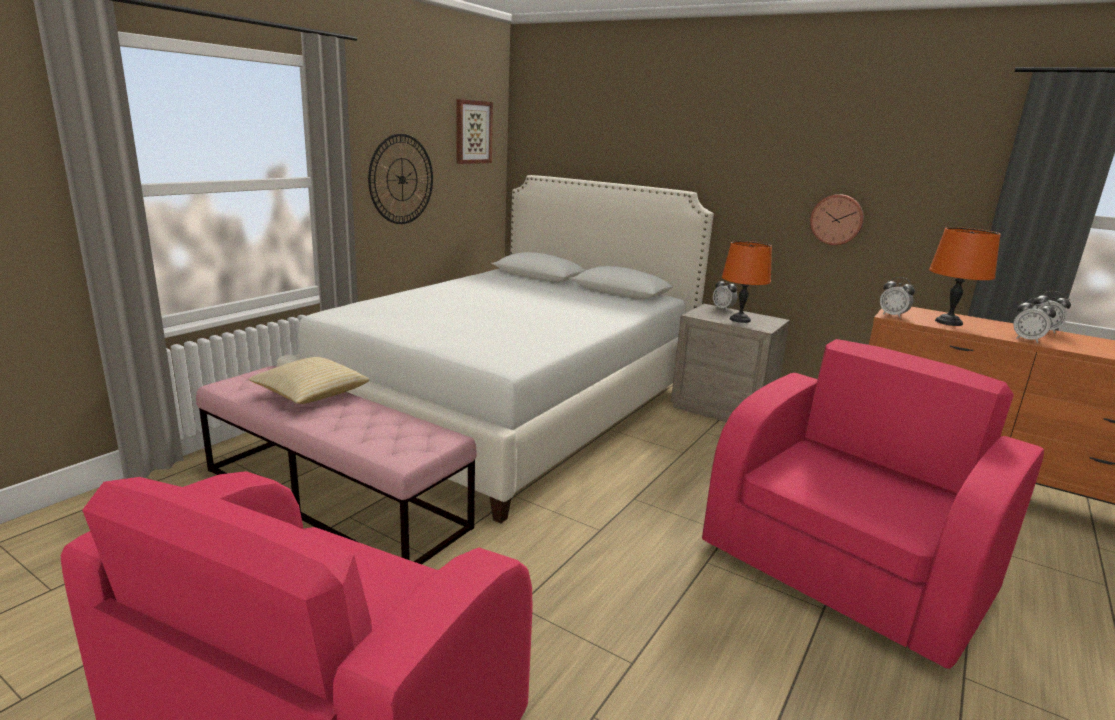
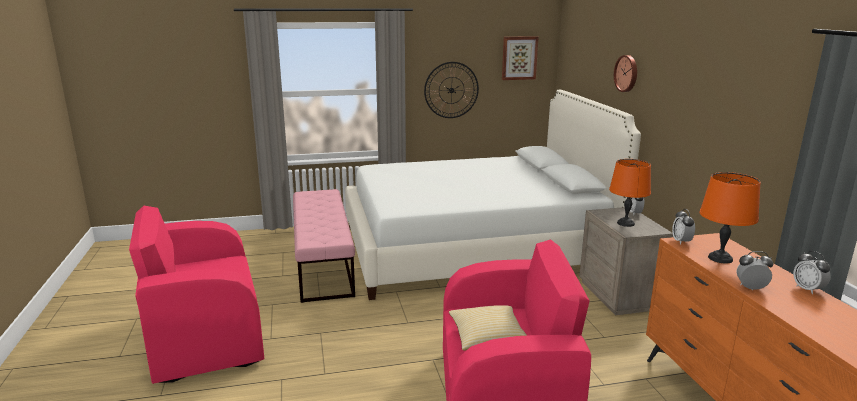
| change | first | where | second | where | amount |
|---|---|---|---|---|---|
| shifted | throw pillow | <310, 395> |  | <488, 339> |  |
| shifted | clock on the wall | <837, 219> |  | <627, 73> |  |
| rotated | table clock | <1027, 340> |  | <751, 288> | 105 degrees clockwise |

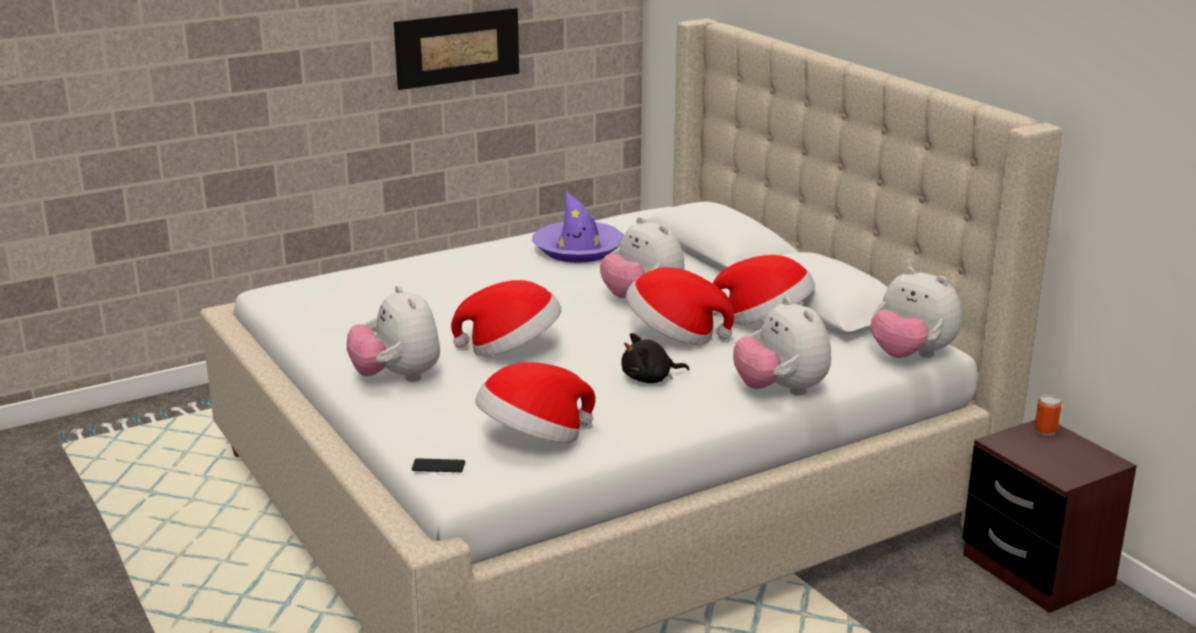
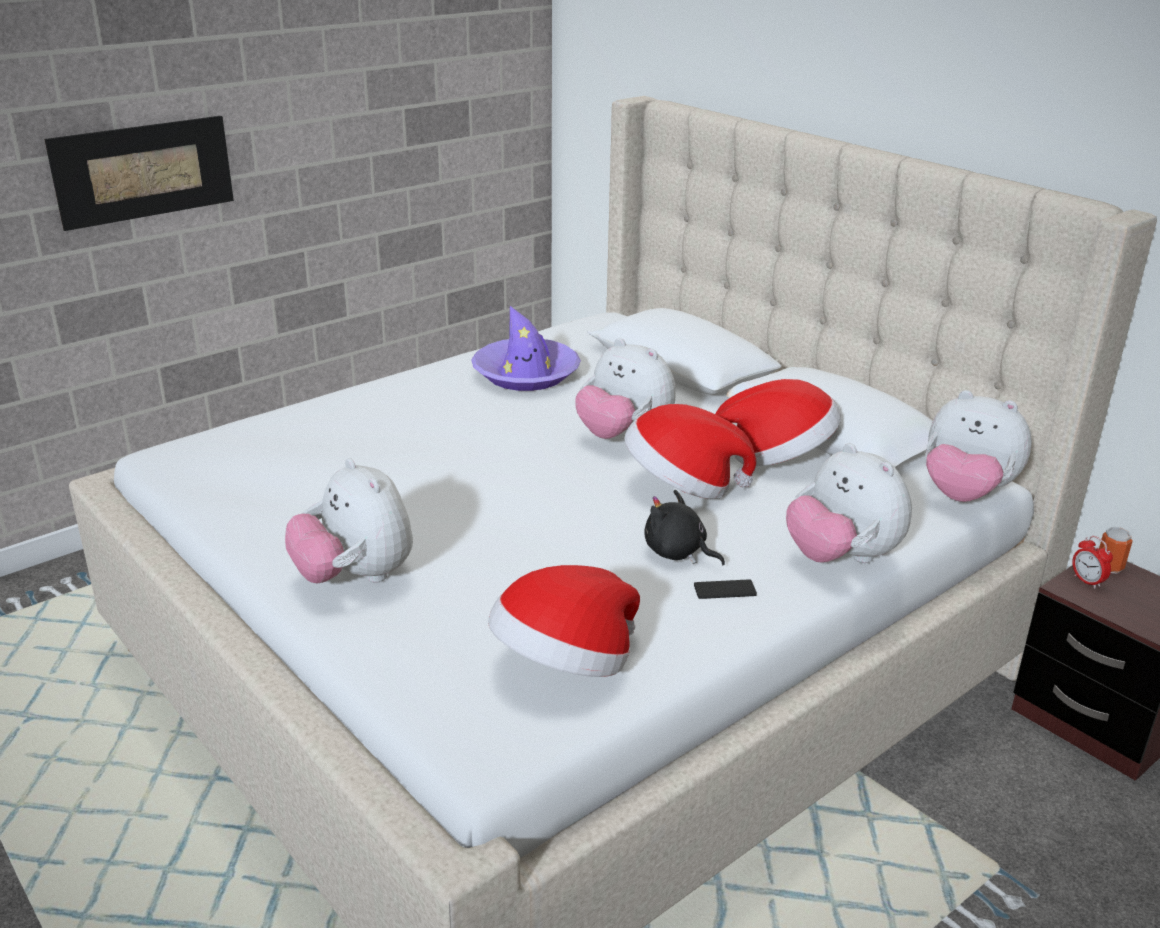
| change | first | where | second | where | amount |
|---|---|---|---|---|---|
| shifted | picture | <457, 48> |  | <143, 171> |  |
| rotated | soft toy (black) | <650, 379> |  | <678, 553> | 60 degrees clockwise |
| shifted | telephone | <438, 466> |  | <725, 590> |  |
| new |  |  | table clock | <1087, 581> |  |
| gone | clothing hat | <511, 349> |  |  |  |

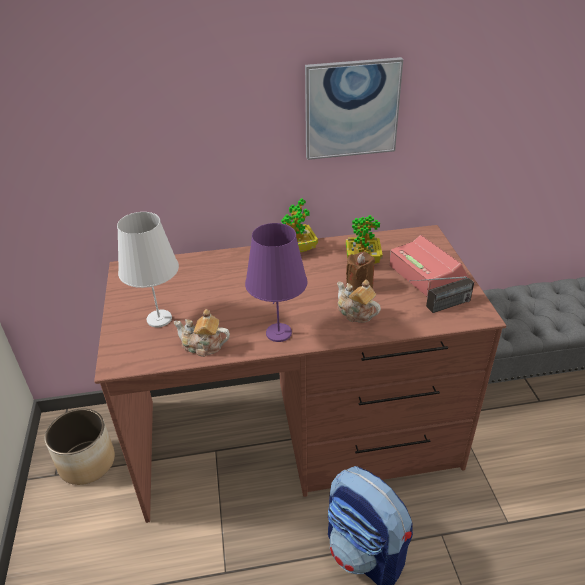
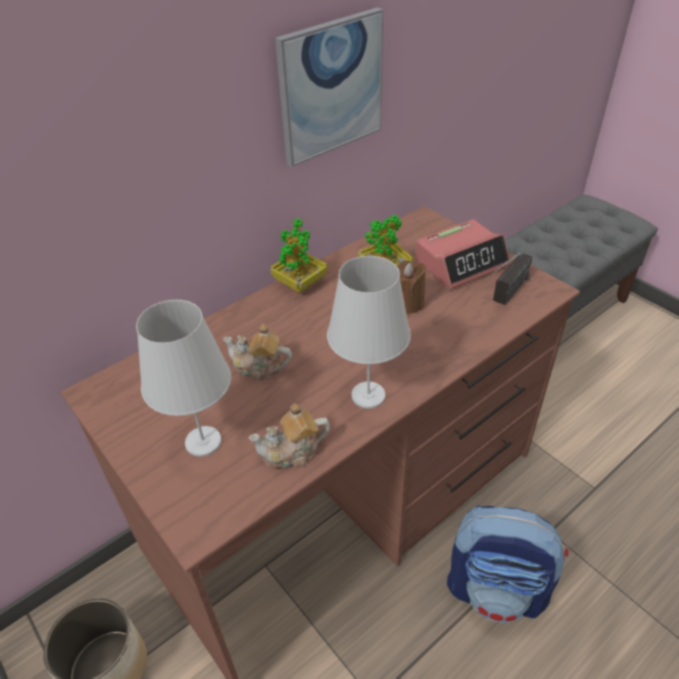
| change | first | where | second | where | amount |
|---|---|---|---|---|---|
| shifted | tea pot | <355, 313> |  | <259, 368> |  |
| repainted | tabletop lamp (purplish) | <279, 333> | tabletop lamp (whitish) | <369, 395> |  |
| rotated | table clock | <426, 273> |  | <461, 263> | 120 degrees clockwise |

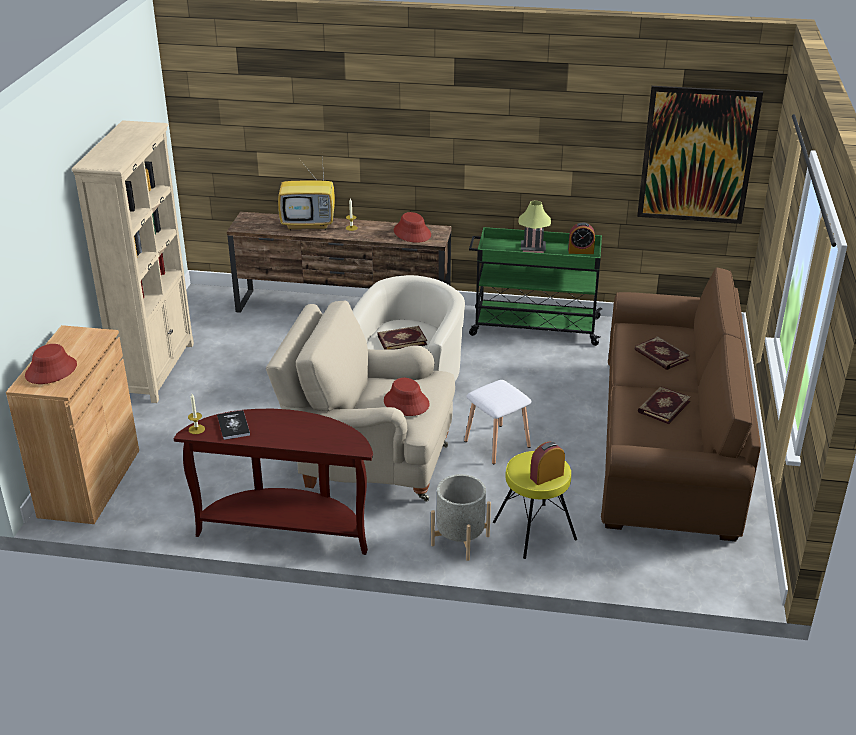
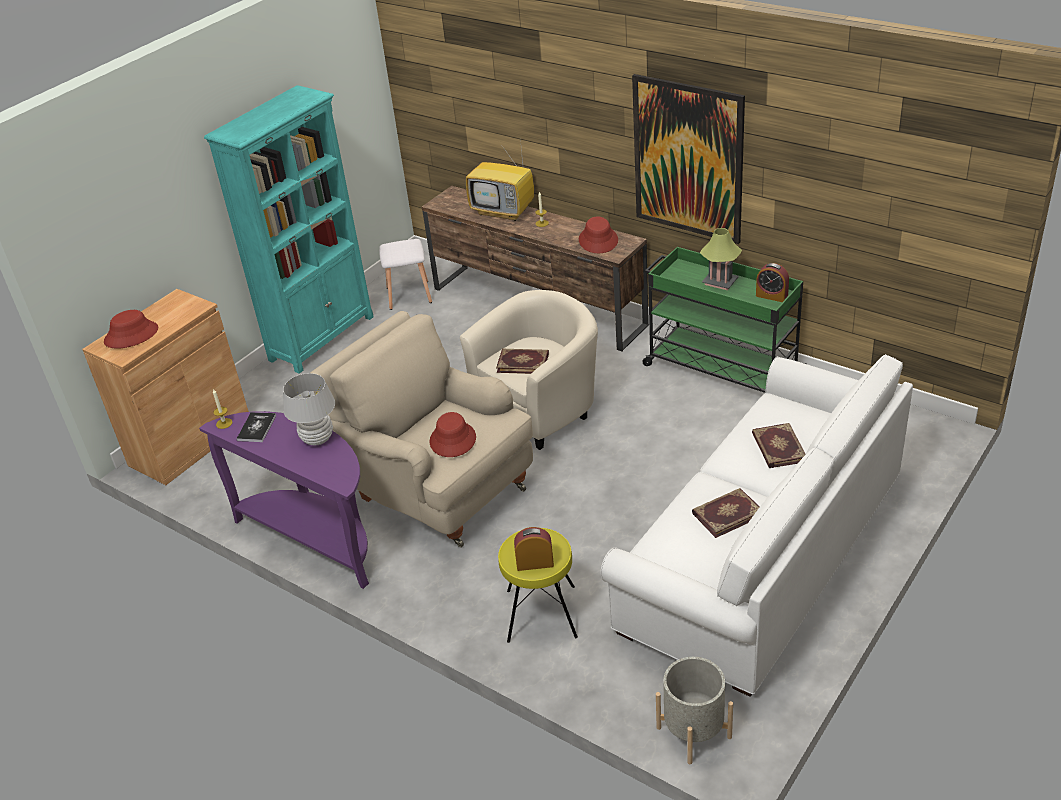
| change | first | where | second | where | amount |
|---|---|---|---|---|---|
| repainted | hall table (brown-coloured) | <287, 528> | hall table (purplish) | <315, 538> |  |
| repainted | bookcase (beige-coloured) | <156, 370> | bookcase (blue-green) | <322, 338> |  |
| new |  |  | tabletop lamp (whitish) | <317, 439> |  |
| shifted | stool seat (whitish) | <496, 444> |  | <408, 295> |  |
| repainted | settee (brown-coloured) | <668, 445> | settee (whitish) | <763, 554> |  |
| shifted | picture | <697, 155> |  | <688, 159> |  |
| shifted | plant pot (gray) | <460, 540> |  | <694, 732> |  |

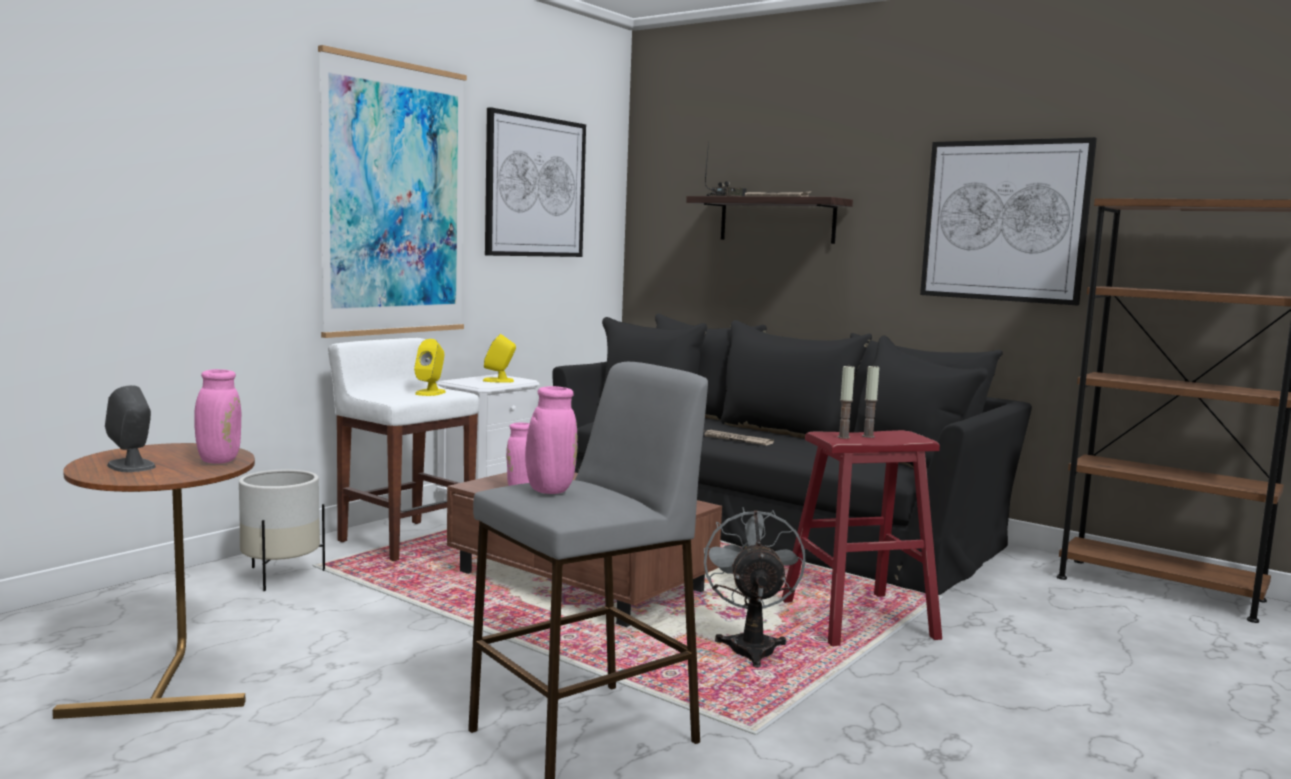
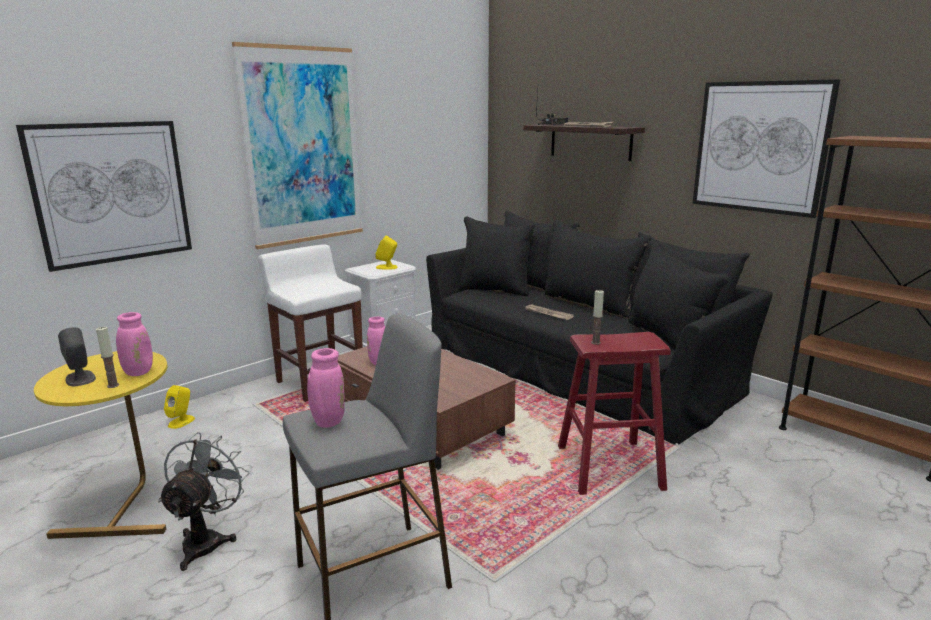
| change | first | where | second | where | amount |
|---|---|---|---|---|---|
| shifted | picture | <535, 187> |  | <112, 193> |  |
| repainted | accent table (brown-coloured) | <170, 677> | accent table (yellow-coloured) | <129, 504> |  |
| shifted | wax candle | <868, 436> |  | <113, 385> |  |
| shifted | electric fan (gray) | <751, 646> |  | <207, 540> |  |
| shifted | audio speaker (yellow-coloured) | <430, 393> |  | <181, 421> |  |
| gone | plant pot (whitish) | <281, 576> |  |  |  |

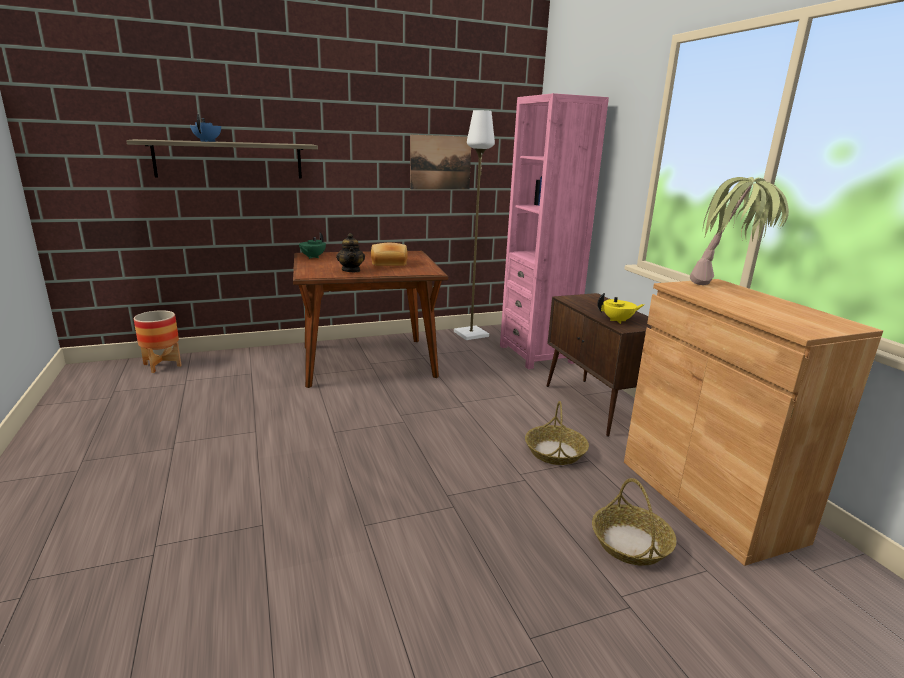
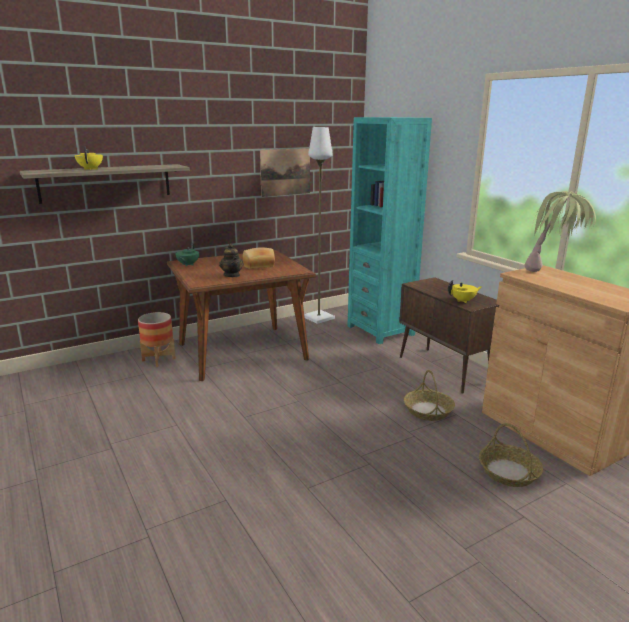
| change | first | where | second | where | amount |
|---|---|---|---|---|---|
| repainted | tea pot (blue) | <208, 141> | tea pot (yellow-coloured) | <91, 169> |  |
| shifted | plant pot | <162, 365> |  | <159, 360> |  |
| repainted | bookcase (pink) | <536, 354> | bookcase (blue-green) | <380, 330> |  |

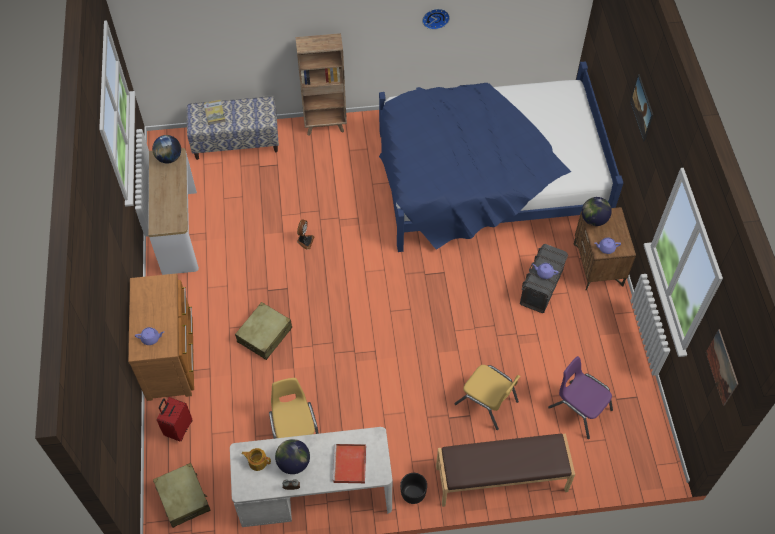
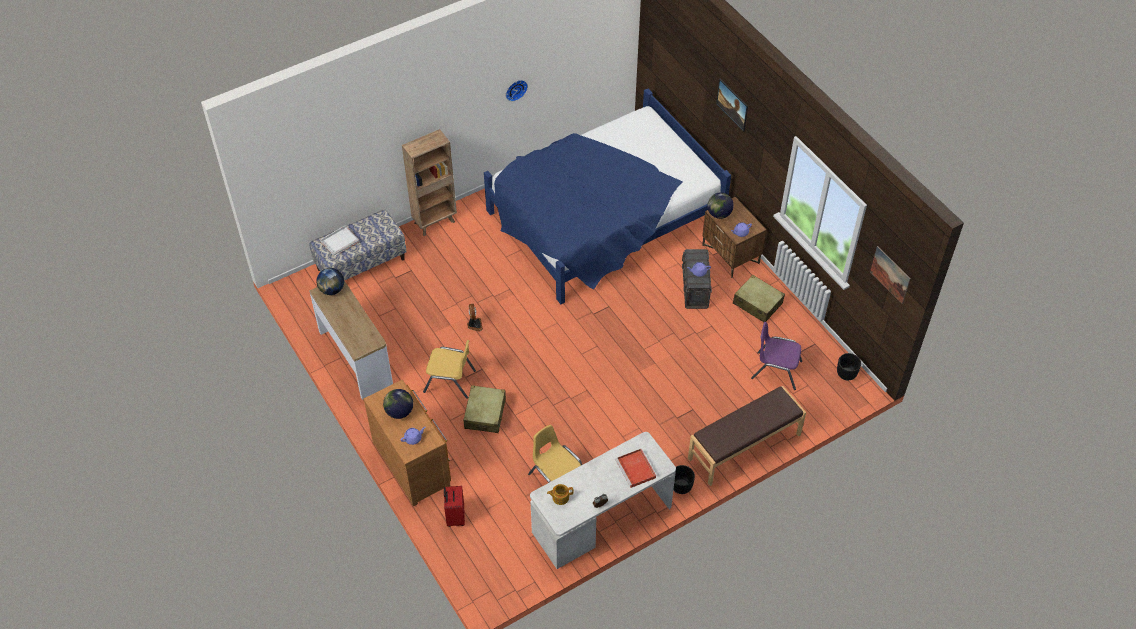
| change | first | where | second | where | amount |
|---|---|---|---|---|---|
| swapped | bound book | <214, 113> | carrying tray (whitish) | <340, 241> |  |
| shifted | desk globe | <293, 463> |  | <399, 412> |  |
| shifted | plain chair (yellow-coloured) | <487, 402> |  | <450, 381> |  |
| shifted | travel case (beige-coloured) | <183, 498> |  | <757, 303> |  |
| new |  |  | plant pot (black) | <846, 373> |  |

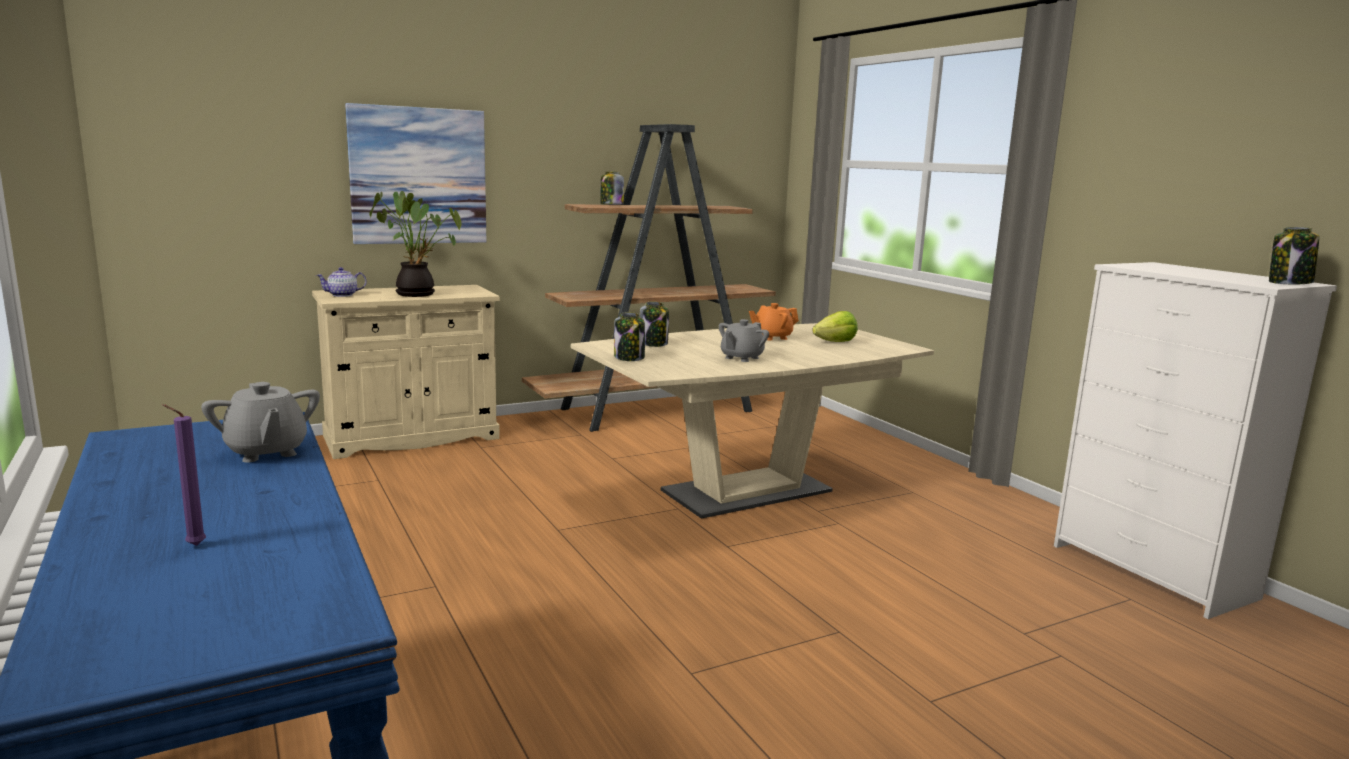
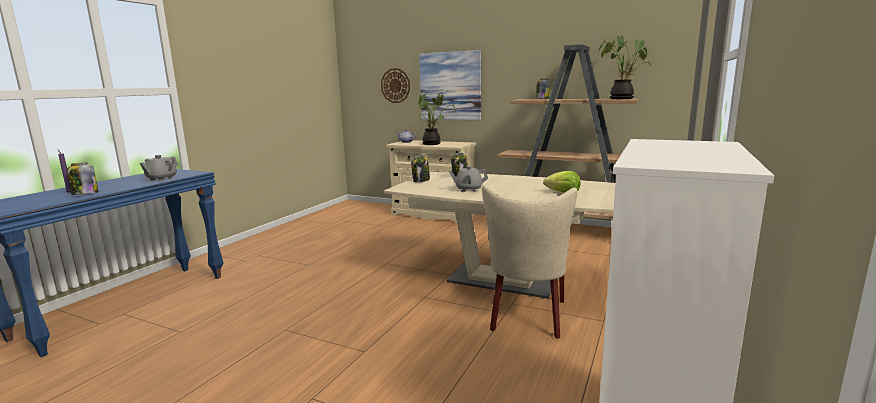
| change | first | where | second | where | amount |
|---|---|---|---|---|---|
| shifted | preserve jar | <1289, 283> |  | <85, 194> |  |
| new |  |  | clock on the wall | <395, 85> |  |
| new |  |  | plain chair (beige-coloured) | <527, 318> |  |
| new |  |  | potted plant | <622, 98> |  |
| gone | tea pot (orange) | <772, 337> |  |  |  |

